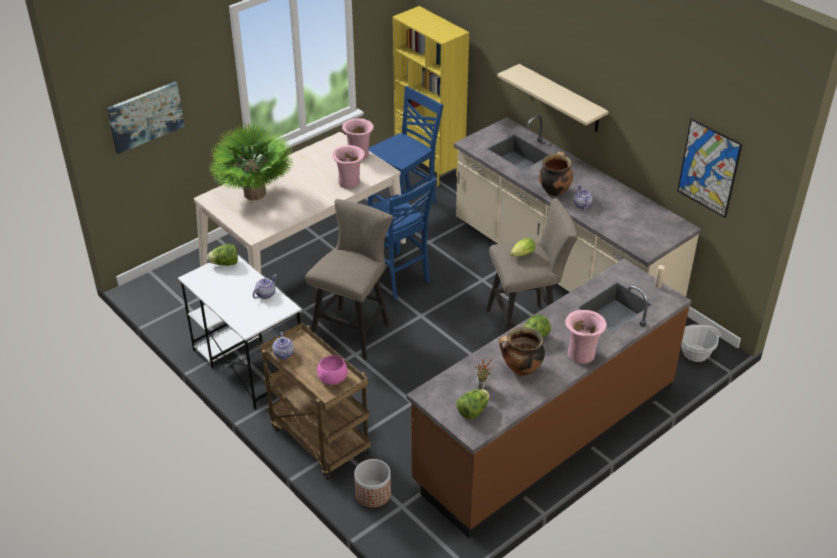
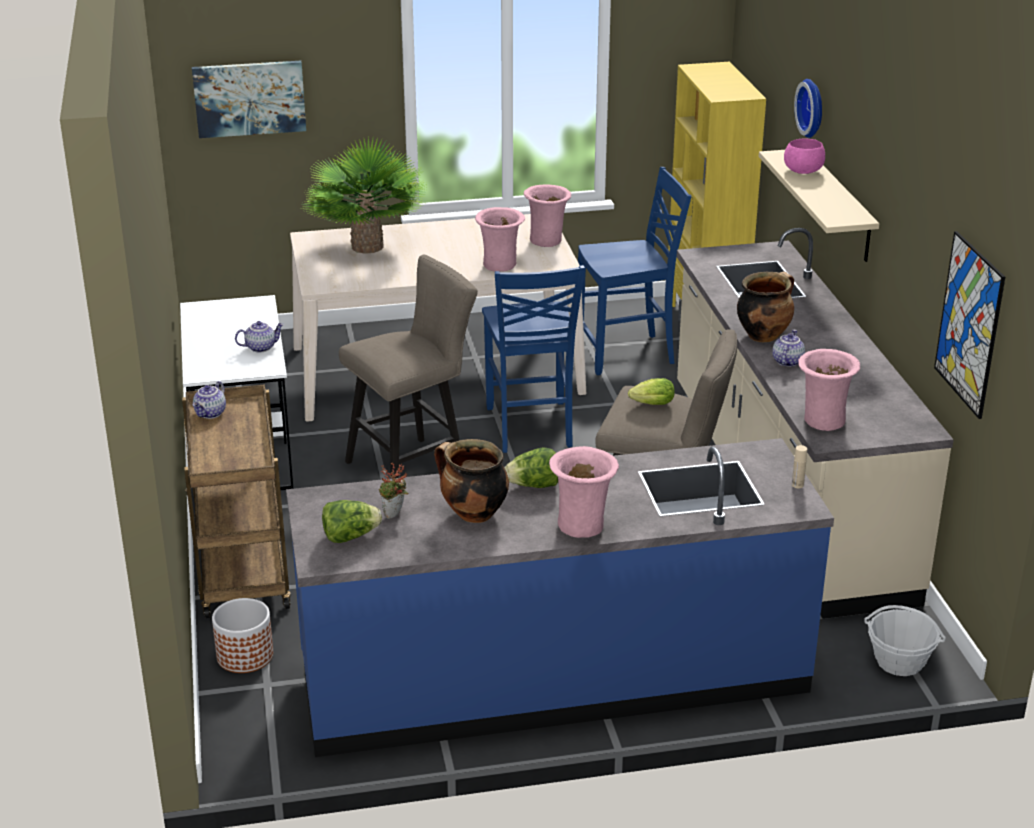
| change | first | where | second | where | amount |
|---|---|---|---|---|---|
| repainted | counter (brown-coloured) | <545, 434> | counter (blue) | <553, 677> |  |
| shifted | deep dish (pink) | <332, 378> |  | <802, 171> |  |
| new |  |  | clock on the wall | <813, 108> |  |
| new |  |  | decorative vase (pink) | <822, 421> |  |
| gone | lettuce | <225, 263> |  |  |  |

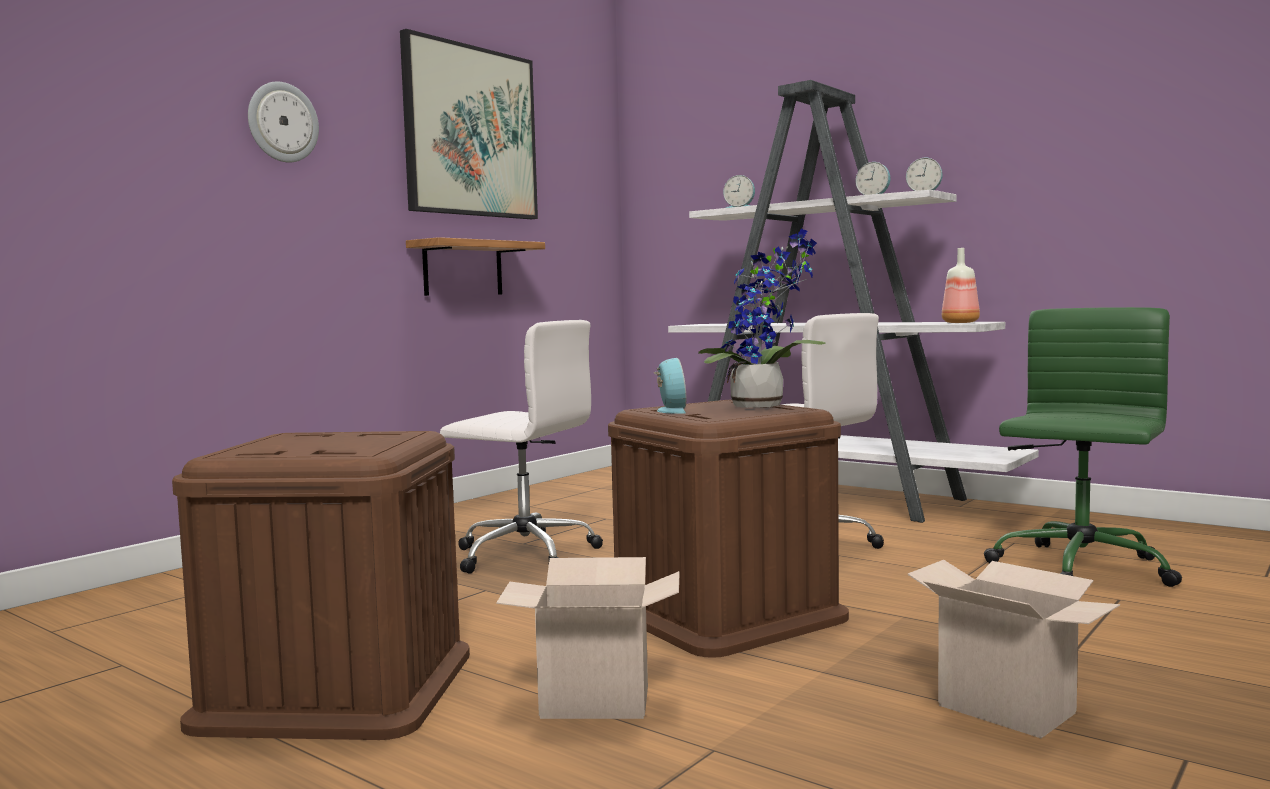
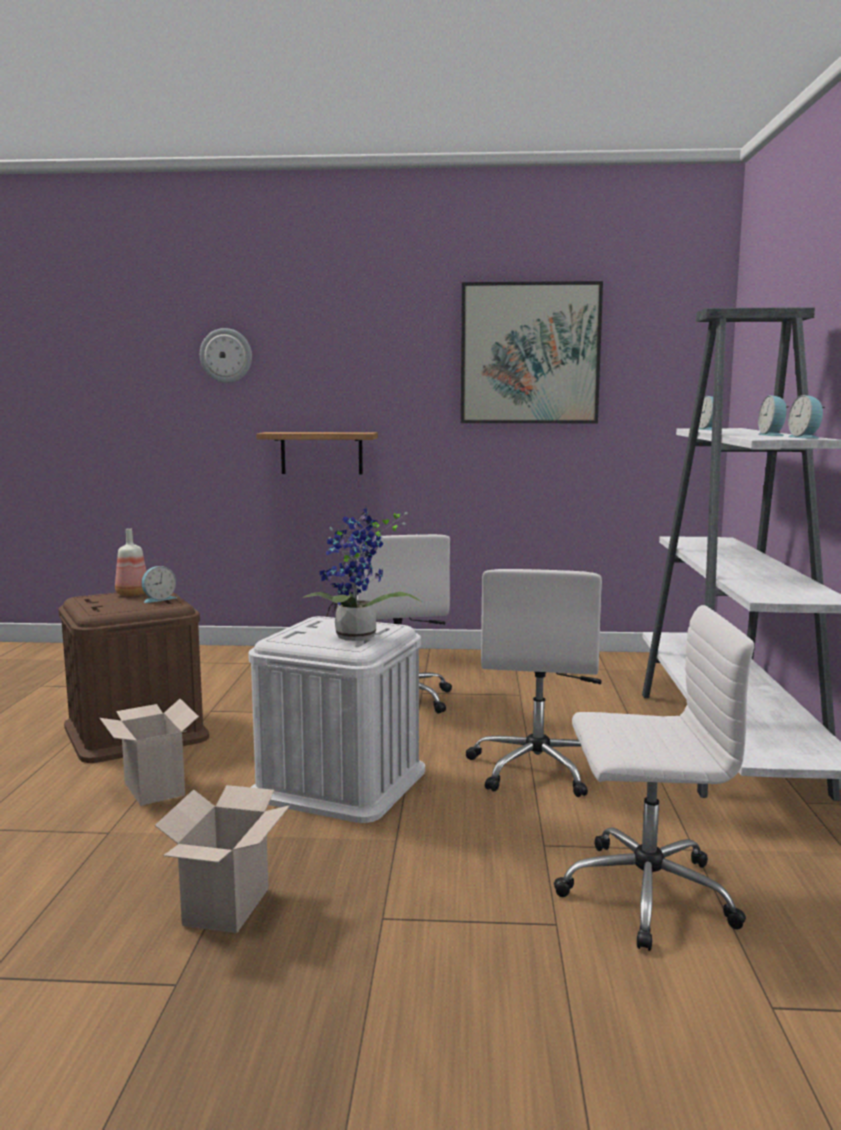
| change | first | where | second | where | amount |
|---|---|---|---|---|---|
| shifted | bottle | <961, 322> |  | <131, 594> |  |
| shifted | table clock | <670, 410> |  | <158, 599> |  |
| shifted | clock on the wall | <282, 122> |  | <226, 355> |  |
| repainted | storage bin (brown-coloured) | <725, 612> | storage bin (whitish) | <339, 782> |  |
| shifted | bracket shelf | <463, 268> |  | <321, 453> |  |
| repainted | computer chair (green) | <1080, 568> | computer chair (whitish) | <643, 893> |  |

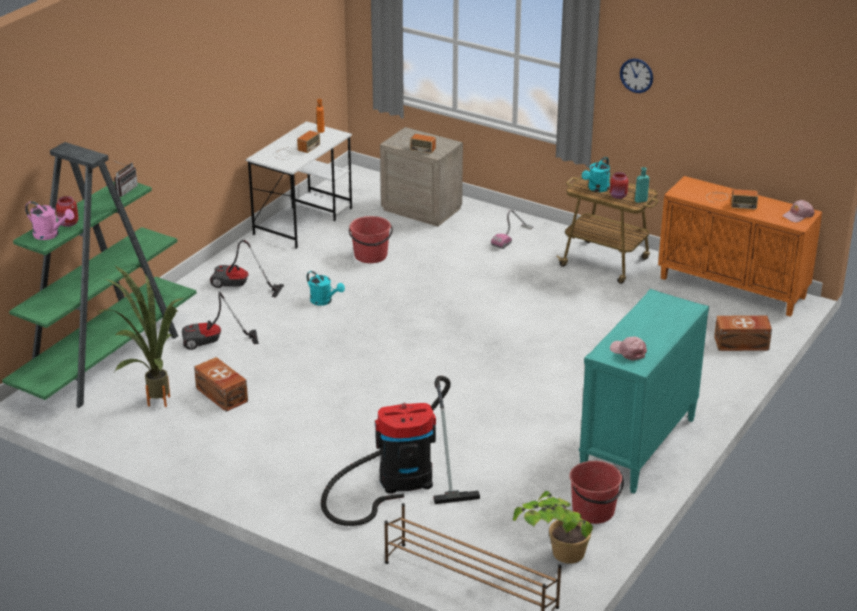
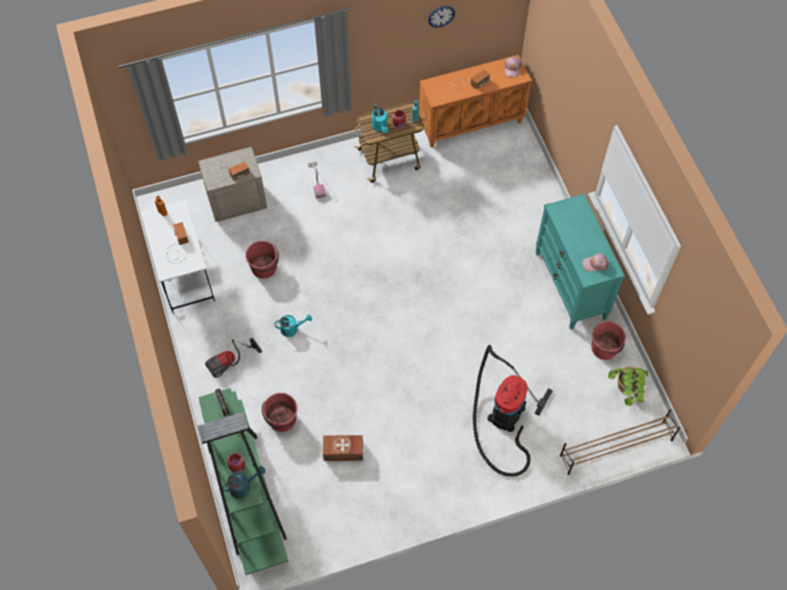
| change | first | where | second | where | amount |
|---|---|---|---|---|---|
| repainted | watering can (pink) | <50, 235> | watering can (blue-green) | <243, 486> |  |
| swapped | hoover | <213, 343> | water bucket (red-coloured) | <282, 420> |  |
| shifted | clock on the wall | <636, 75> |  | <441, 16> |  |
| gone | potted plant | <152, 399> |  |  |  |
| gone | storage bin (brown-coloured) | <742, 344> |  |  |  |

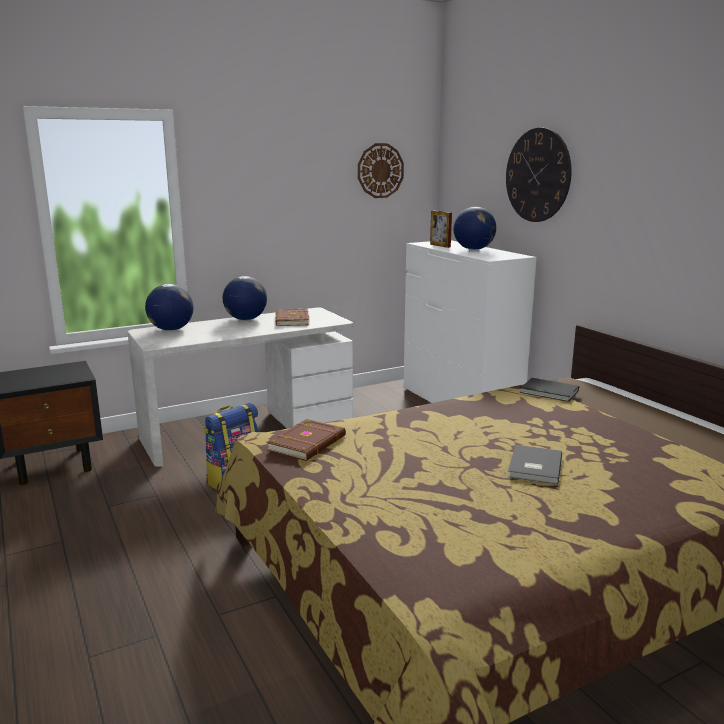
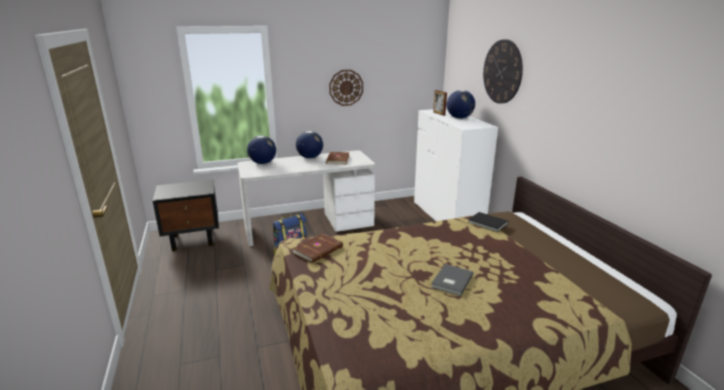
| change | first | where | second | where | amount |
|---|---|---|---|---|---|
| shifted | clock on the wall | <380, 170> |  | <346, 87> |  |

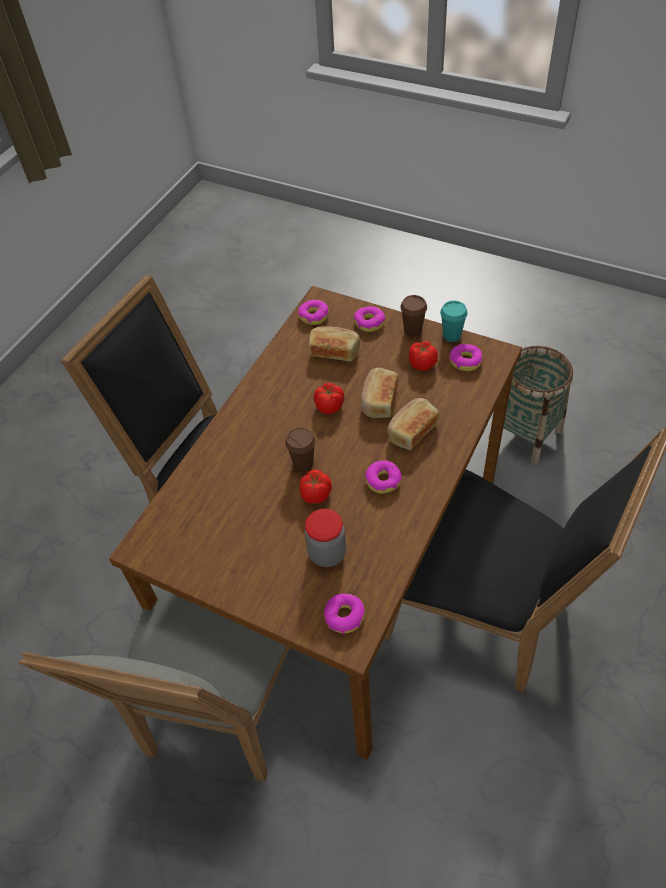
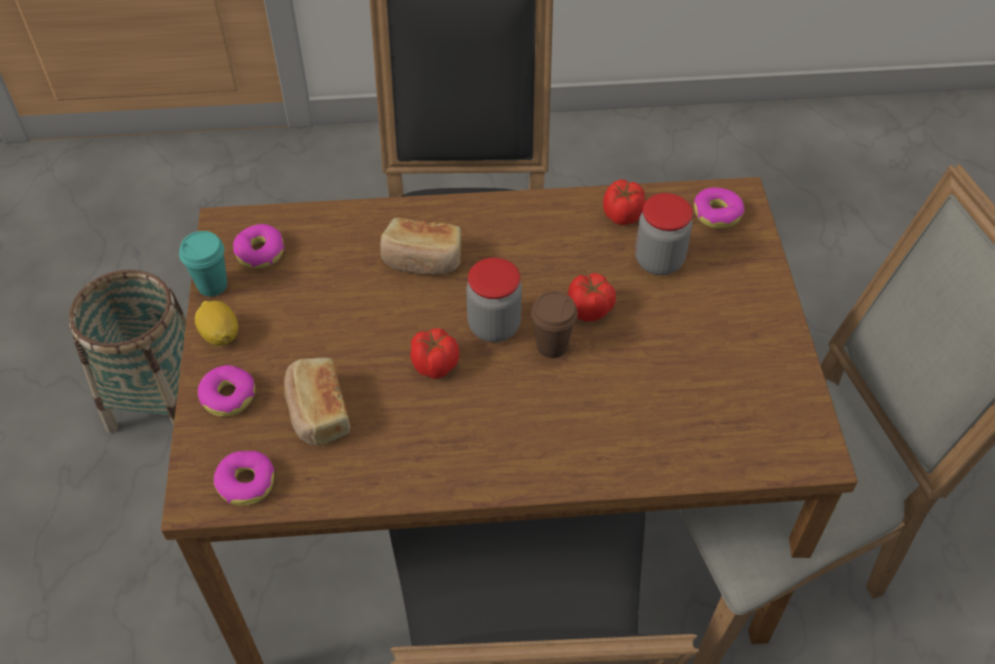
| change | first | where | second | where | amount |
|---|---|---|---|---|---|
| swapped | cup (brown-coloured) | <413, 330> | citrus fruit | <220, 335> |  |
| new |  |  | preserve jar | <494, 326> |  |
| shifted | fresh tomato | <422, 363> |  | <622, 216> |  |
| gone | bakery bread | <378, 401> |  |  |  |
| gone | doughnut | <383, 480> |  |  |  |

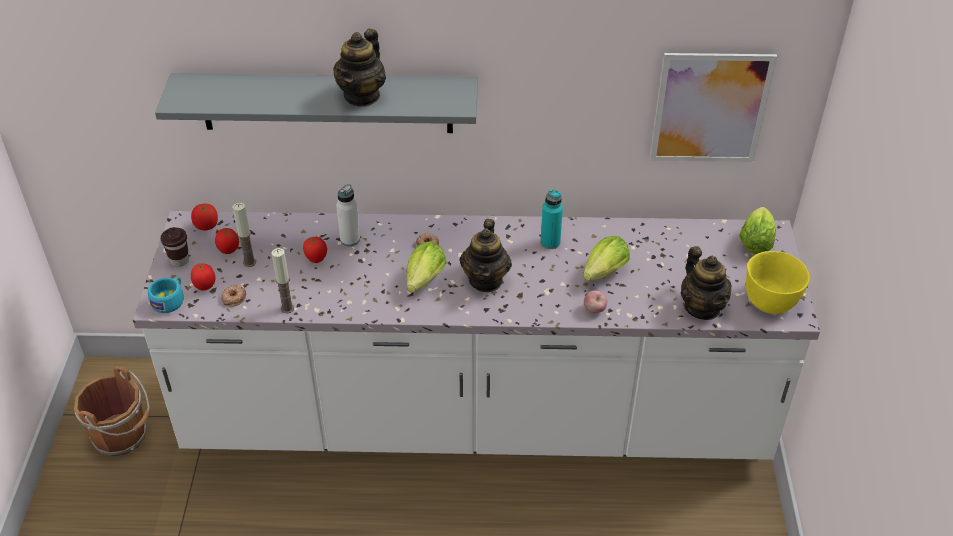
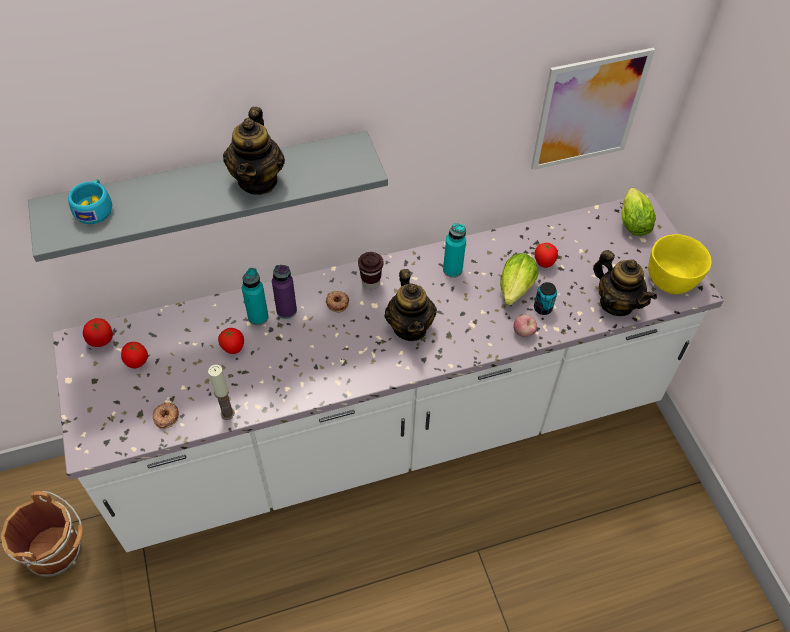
| change | first | where | second | where | amount |
|---|---|---|---|---|---|
| shifted | cup (blue-green) | <170, 300> |  | <95, 208> |  |
| repainted | bottle (whitish) | <350, 239> | bottle (blue-green) | <258, 317> |  |
| new |  |  | bottle (purplish) | <286, 311> |  |
| shifted | cup (brown-coloured) | <179, 261> |  | <371, 282> |  |
| shifted | fresh tomato | <205, 286> |  | <544, 263> |  |
| new |  |  | sealed can | <543, 308> |  |
| gone | wax candle | <249, 262> |  |  |  |
| gone | lettuce | <423, 282> |  |  |  |

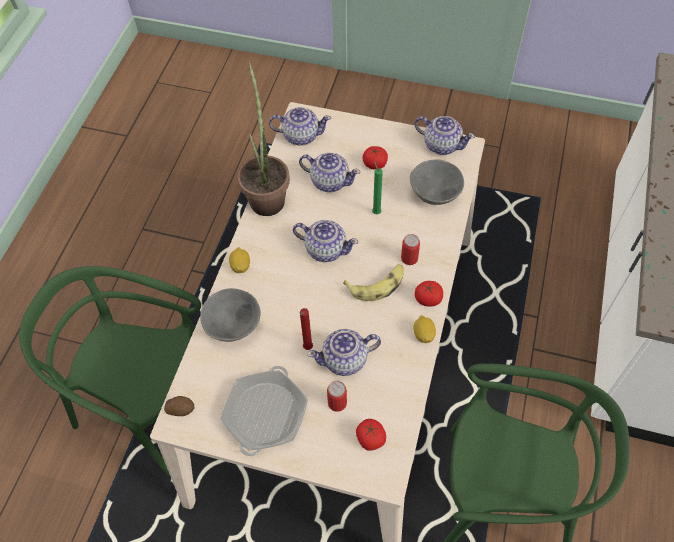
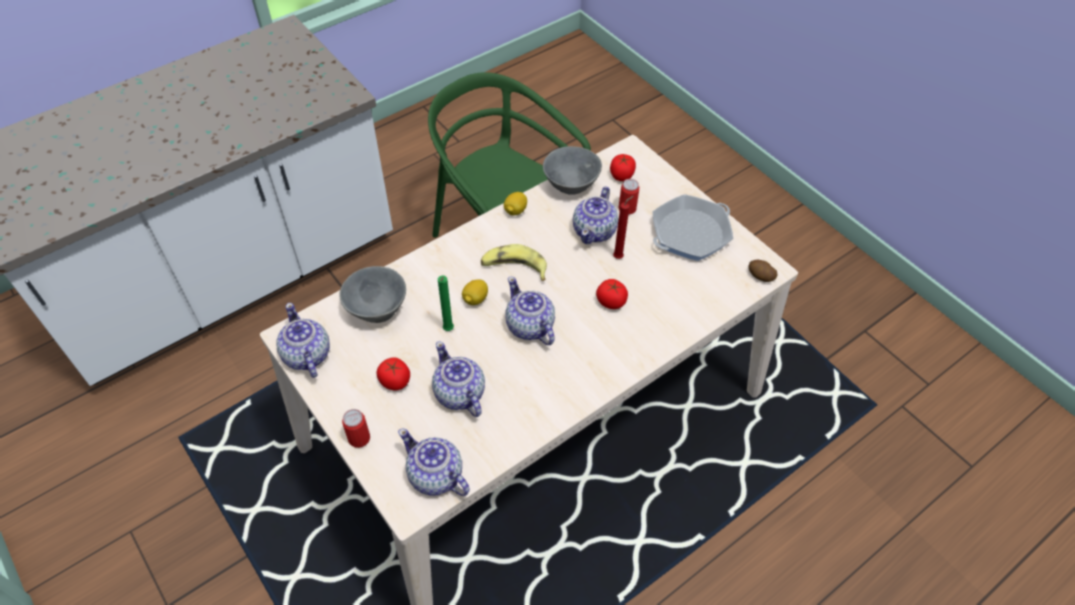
| change | first | where | second | where | amount |
|---|---|---|---|---|---|
| shifted | sealed can | <409, 258> |  | <359, 438> |  |
| shifted | citrus fruit | <240, 266> |  | <475, 299> |  |
| shifted | deep dish (gray) | <235, 327> |  | <570, 184> |  |
| rotated | tea pot | <345, 360> |  | <595, 231> | 90 degrees clockwise |
| shifted | fresh tomato | <428, 299> |  | <611, 301> |  |
| gone | plain chair (green) | <148, 403> |  |  |  |
| gone | potted plant | <267, 195> |  |  |  |

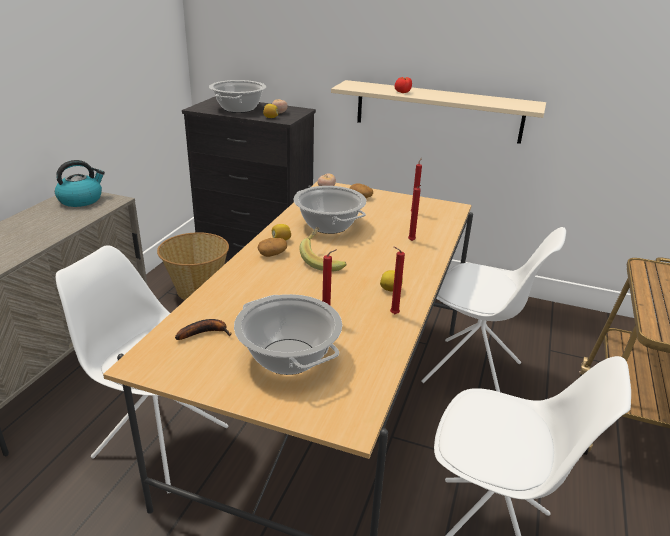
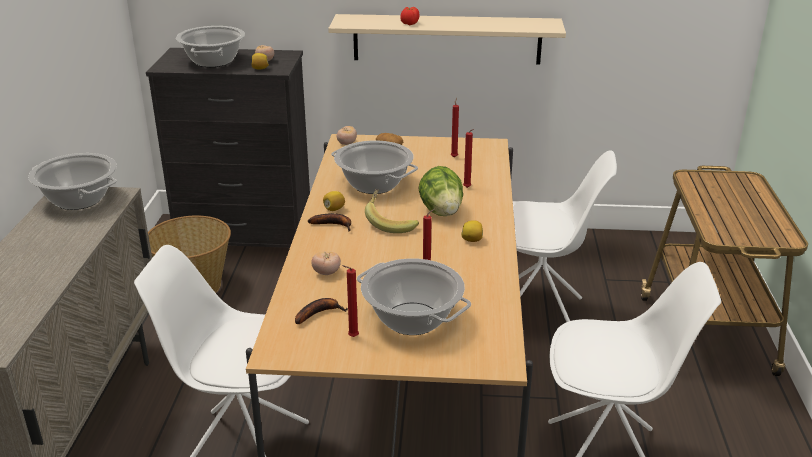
| change | first | where | second | where | amount |
|---|---|---|---|---|---|
| swapped | water kettle | <81, 200> | cooking pot | <78, 199> |  |
| swapped | whole potato | <272, 254> | banana fruit | <334, 224> |  |
| new |  |  | fresh tomato | <326, 273> |  |
| shifted | wax candle (red-coloured) | <393, 314> |  | <351, 337> |  |
| new |  |  | lettuce | <441, 211> |  |

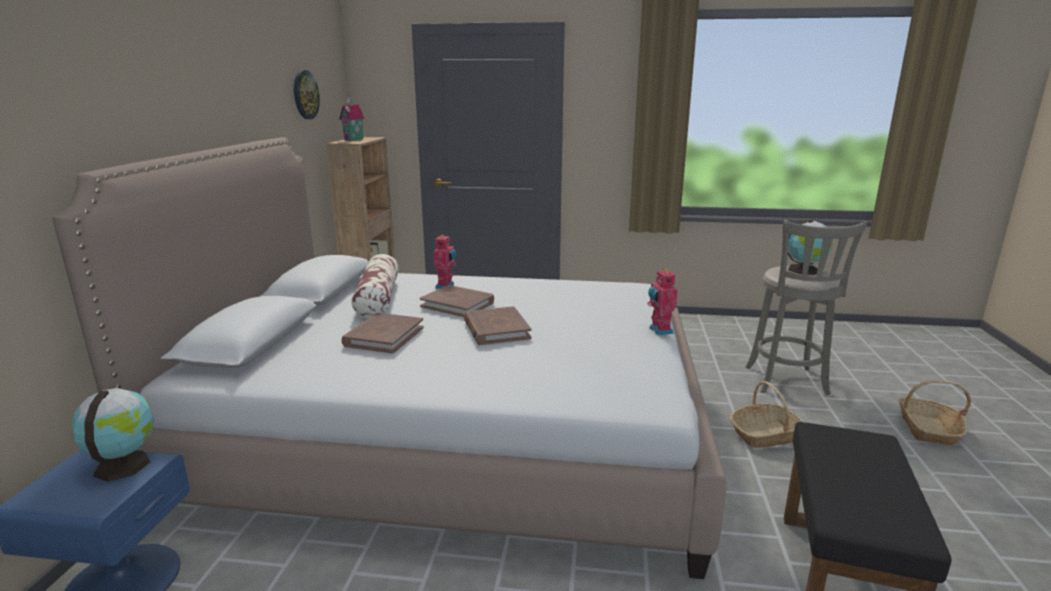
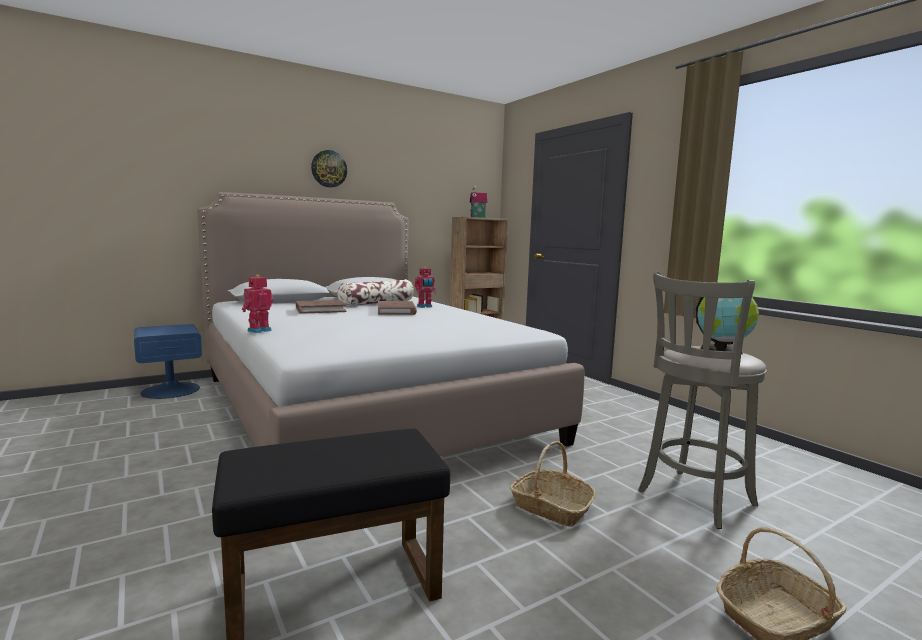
| change | first | where | second | where | amount |
|---|---|---|---|---|---|
| shifted | model robot | <659, 331> |  | <258, 330> |  |
| shifted | clock on the wall | <305, 95> |  | <329, 169> |  |
| gone | desk globe | <123, 464> |  |  |  |
| gone | bound book (brown-coloured) | <496, 329> |  |  |  |

